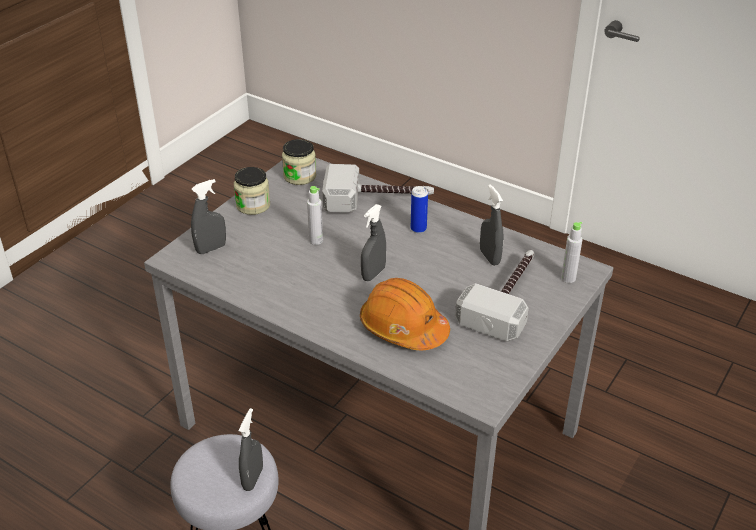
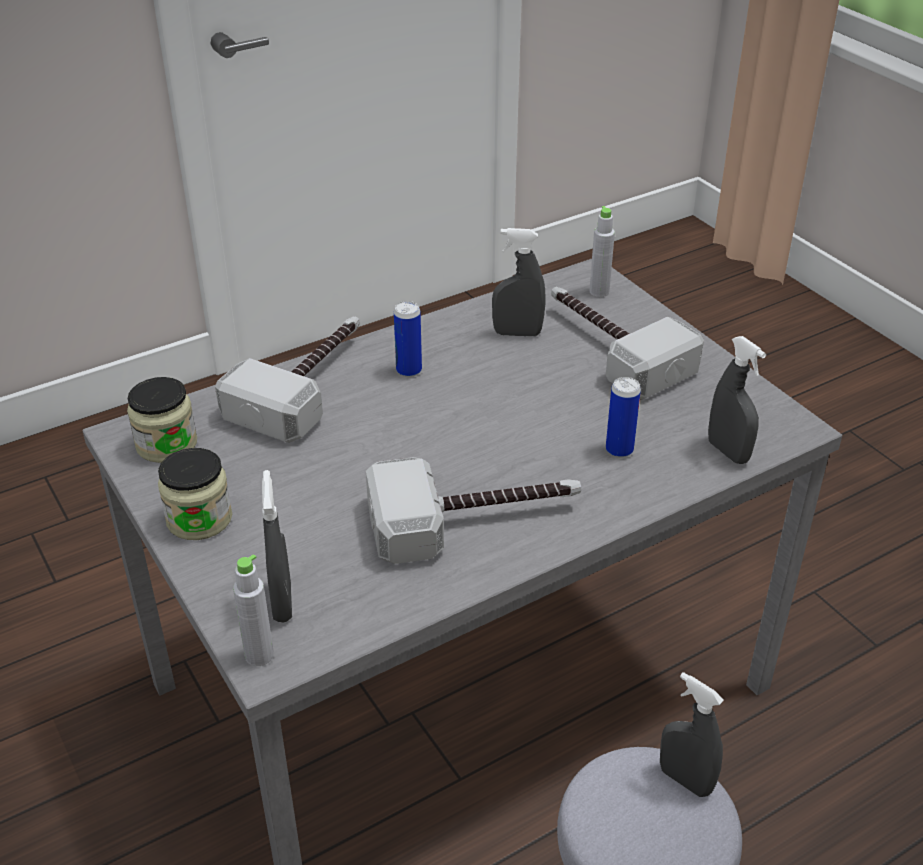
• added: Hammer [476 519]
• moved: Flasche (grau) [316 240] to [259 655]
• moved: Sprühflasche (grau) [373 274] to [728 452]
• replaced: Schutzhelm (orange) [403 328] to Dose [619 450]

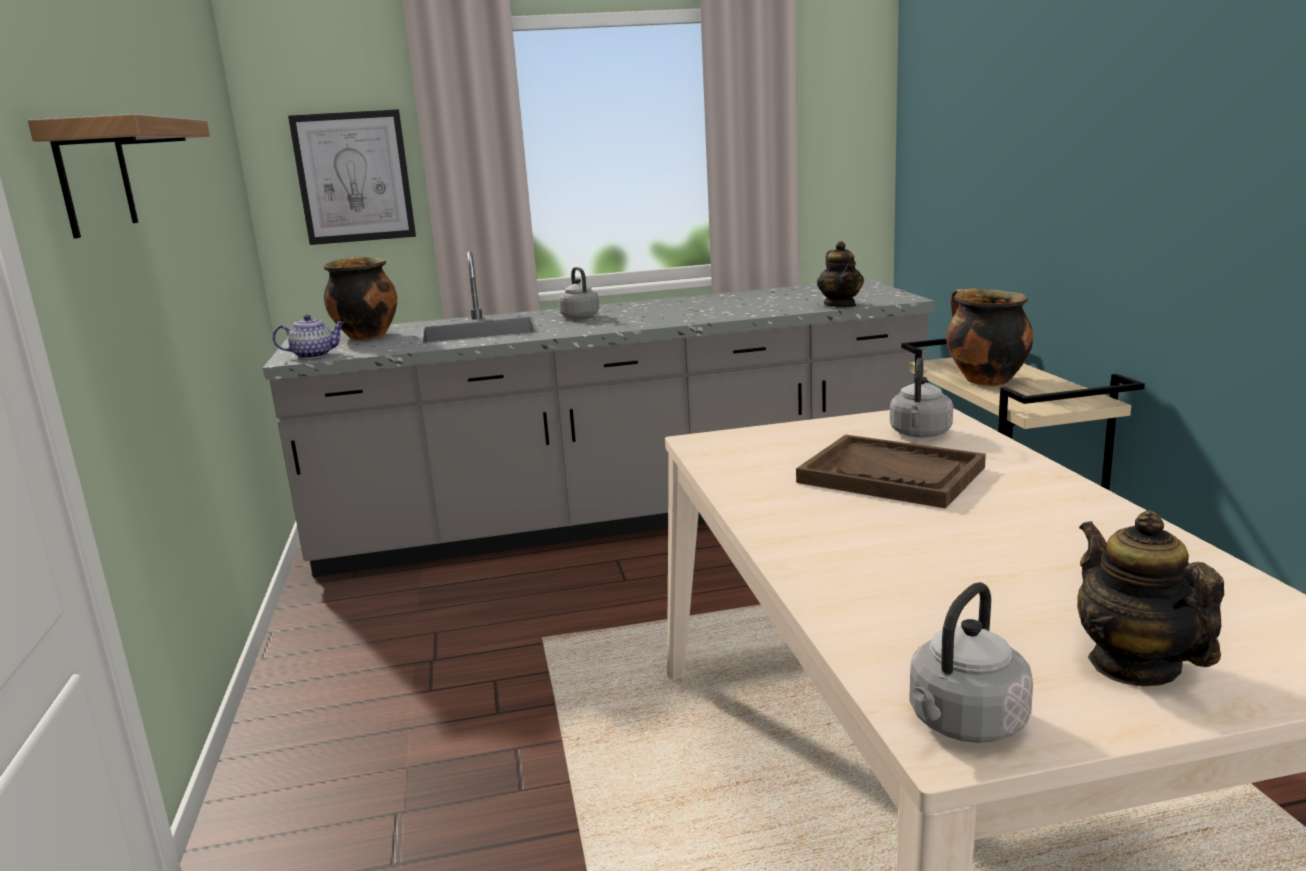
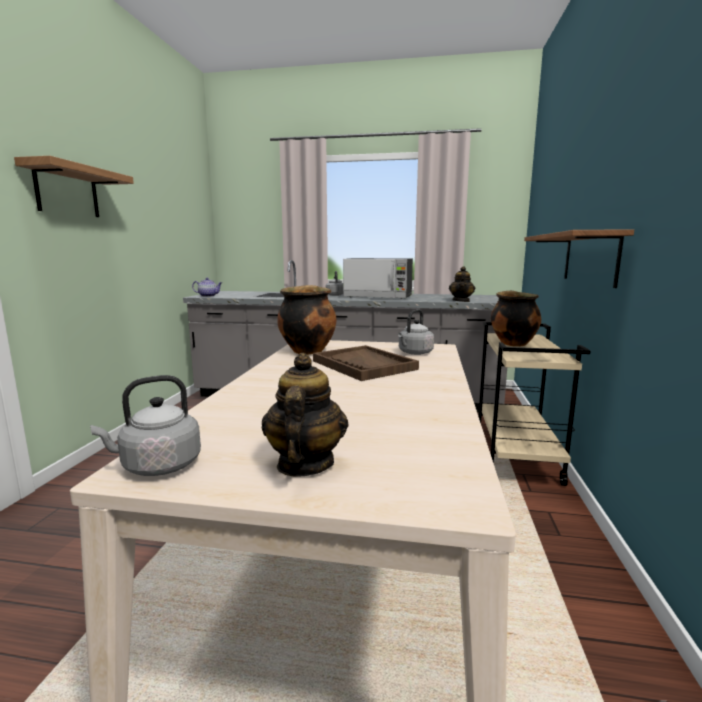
• removed: Bild [354 177]
• added: Mikrowelle [378 297]
• added: Wandregal [590 258]
• moved: Kochtopf [366 336] to [307 351]

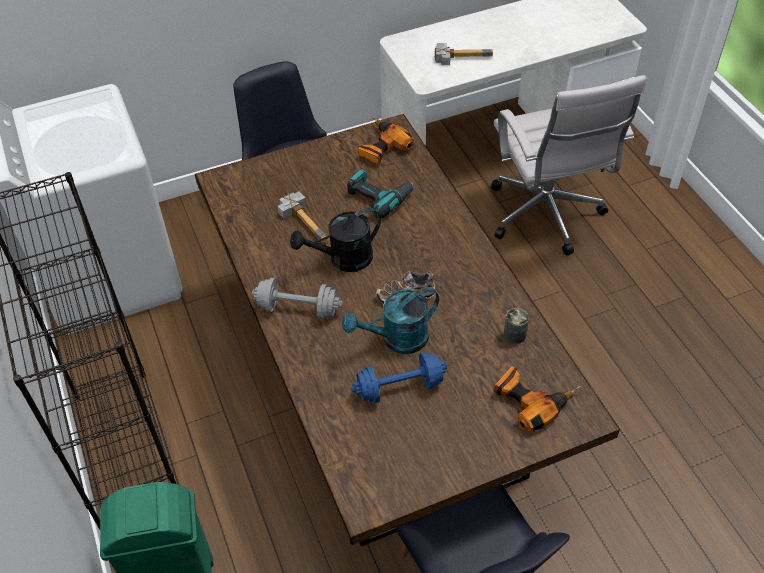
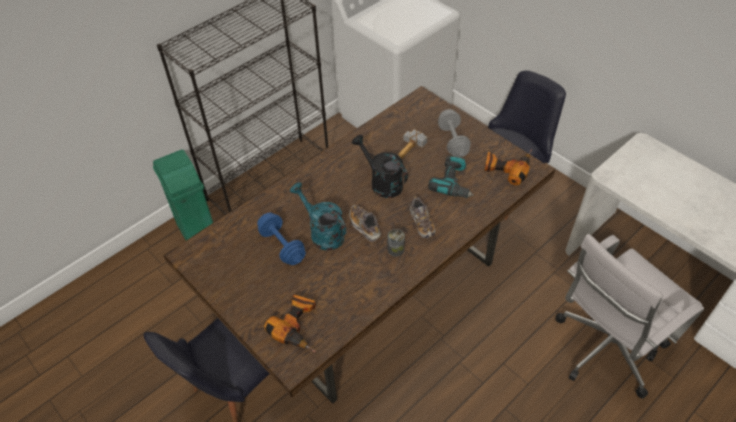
• removed: Hammer [461 55]
• added: Schuh [422 223]
• moved: Hantel (grau) [298 308] to [453 141]
• moved: Dose [514 335] to [395 249]

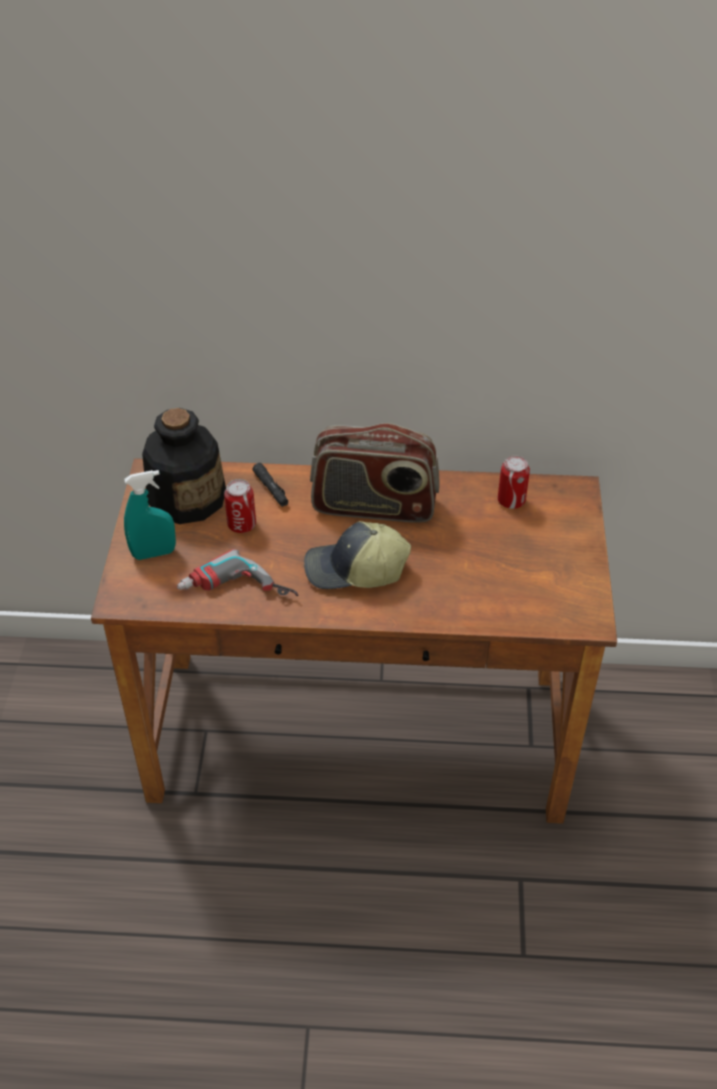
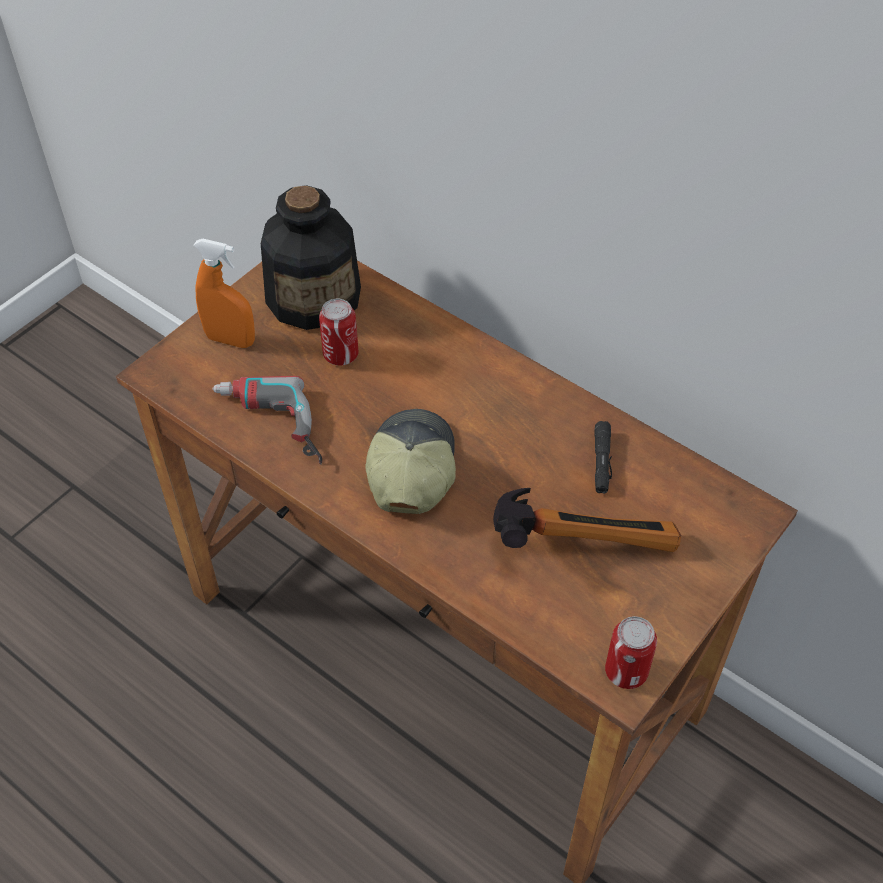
• removed: Radio [374 506]
• added: Hammer [581 537]
• moved: Taschenlampe (schwarz) [271 489] to [602 462]
• moved: Dose [511 501] to [626 671]
• recoloured: Sprühflasche (türkis) [154 553] to Sprühflasche (orange) [230 340]
• turned: Kappe [355 570] = [410 469] 60 degrees clockwise

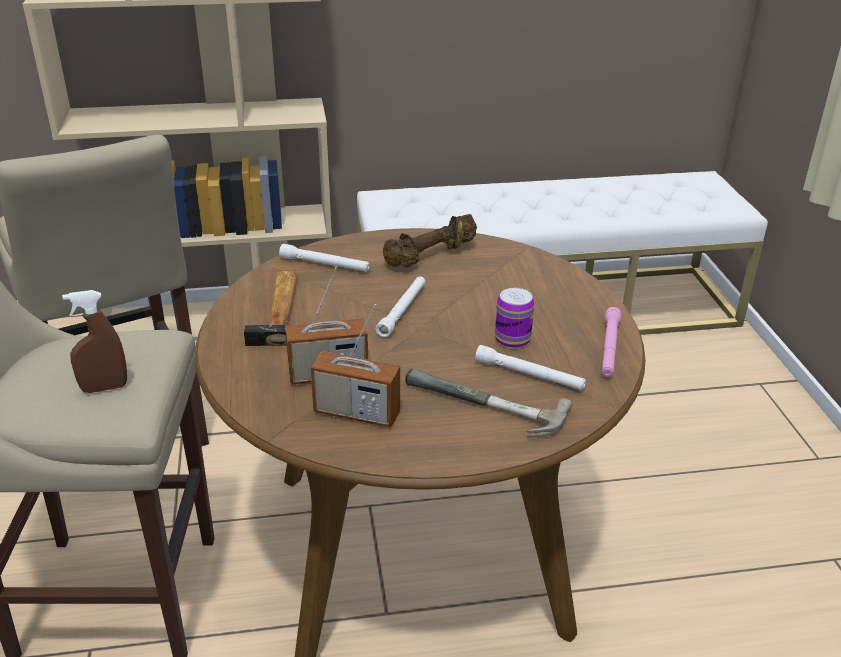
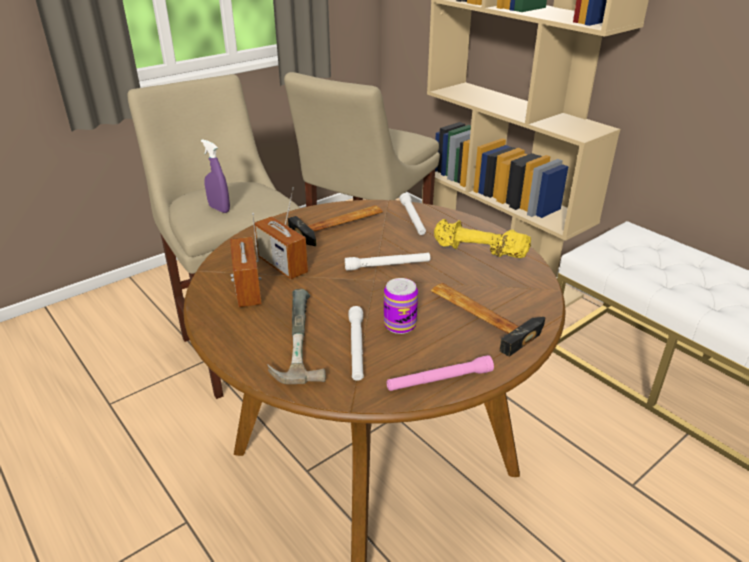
• added: Hammer [481 315]
• recoloured: Sprühflasche (braun) [104 388] to Sprühflasche (lila) [219 209]
• recoloured: Hantel (braun) [431 256] to Hantel (gelb) [478 252]

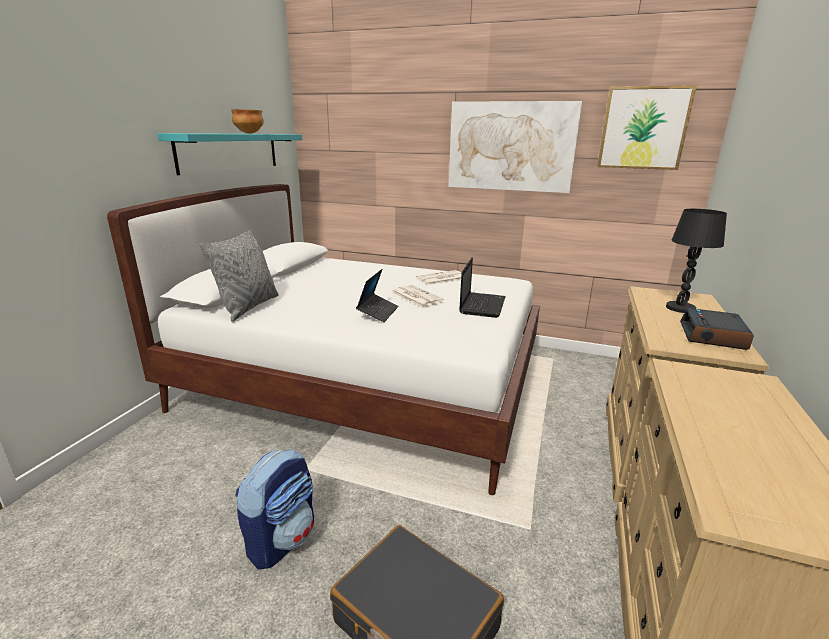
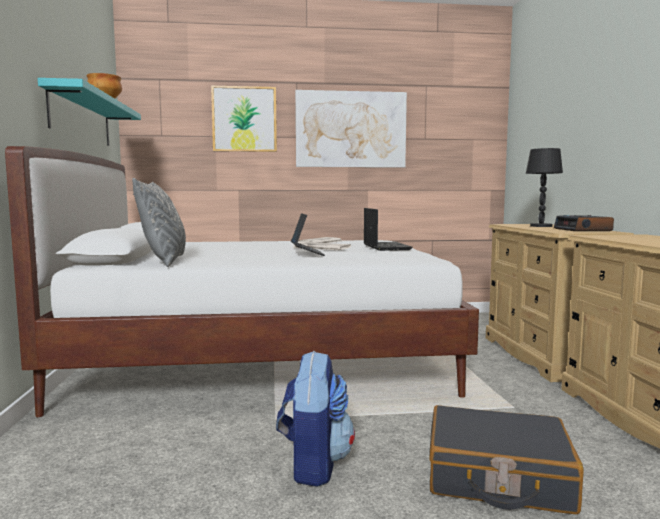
• moved: Bild [643 128] to [244 119]

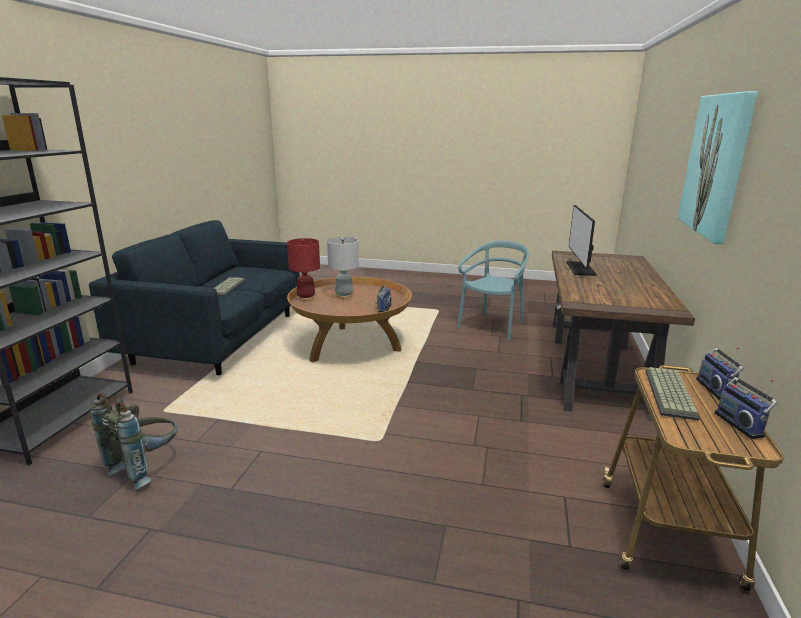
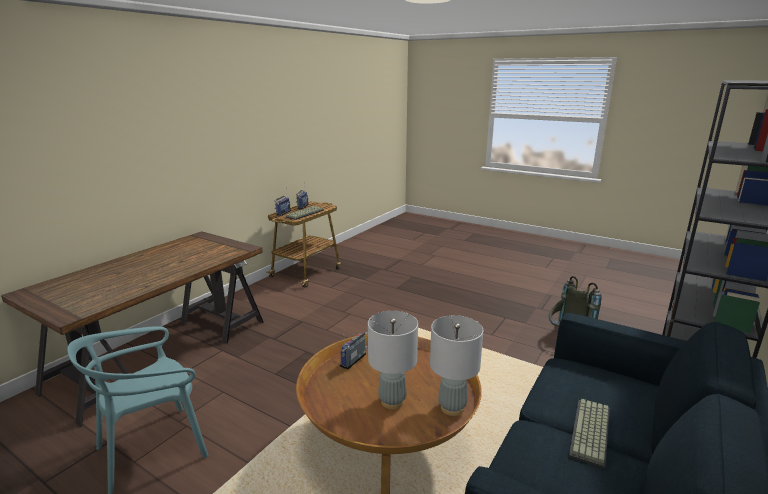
• removed: Monitor [580 269]
• removed: Bild [716 165]
• recoloured: Tischlampe (rot) [306 298] to Tischlampe (grau) [452 408]

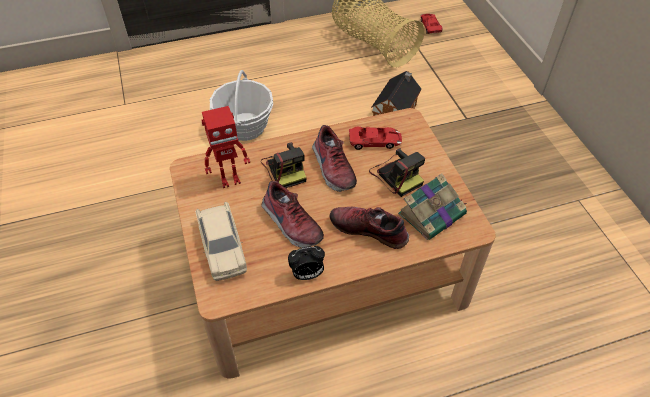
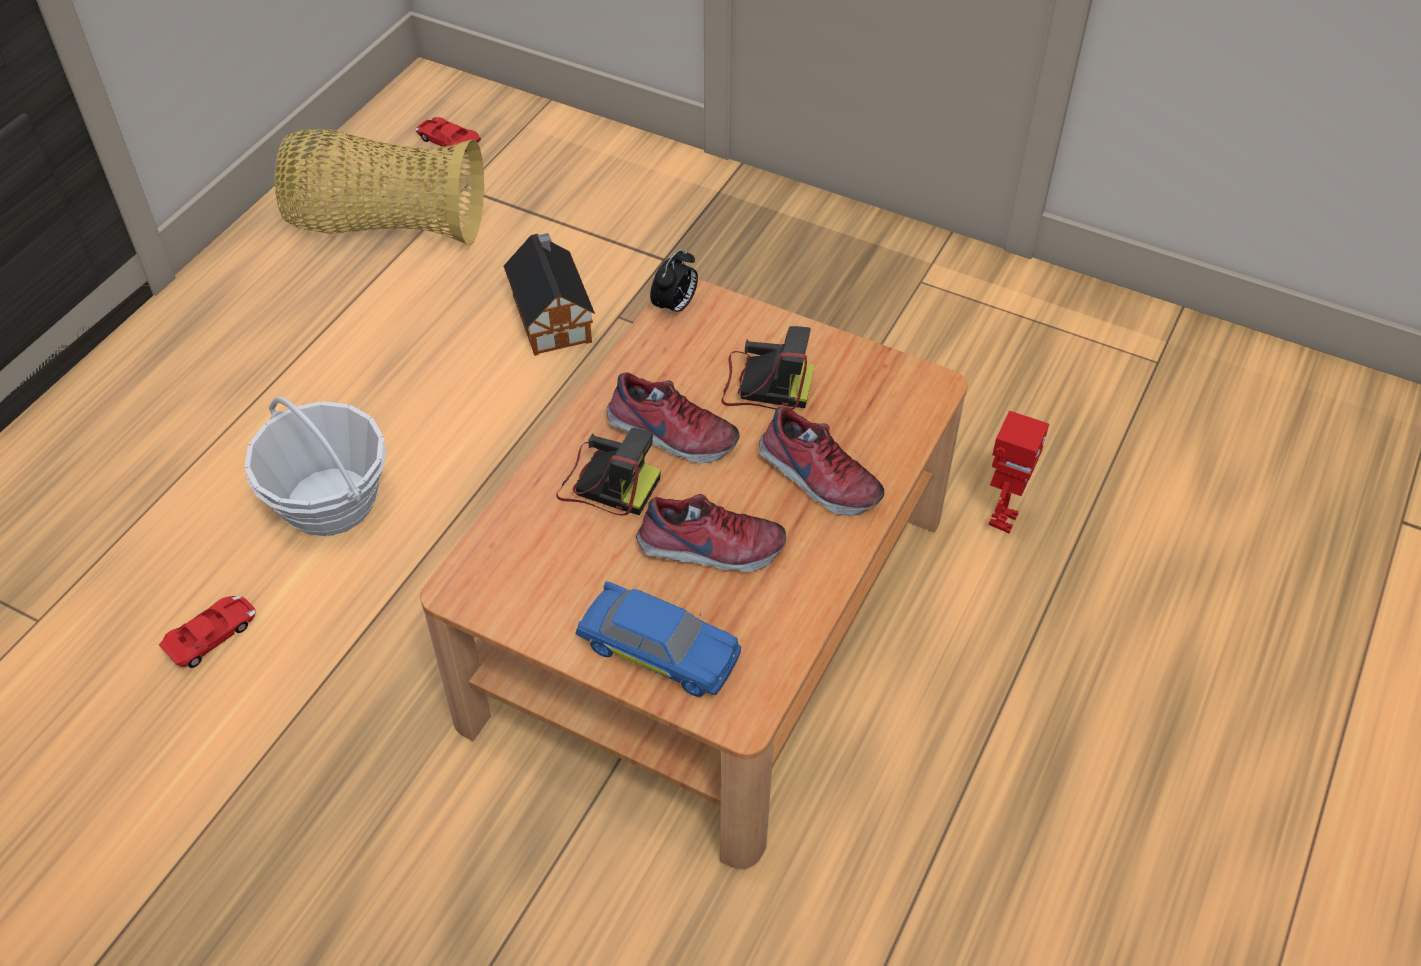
• removed: Buch [433 213]
• moved: Spielzeugroboter [230 180] to [1001 519]
• moved: Wecker [307 274] to [675 307]
• moved: Spielzeugauto (rot) [375 141] to [212 635]
• recoloured: Spielzeugauto (beige) [222 246] to Spielzeugauto (blau) [658 650]
• turned: Schuh [369 229] = [816 479] 120 degrees counterclockwise

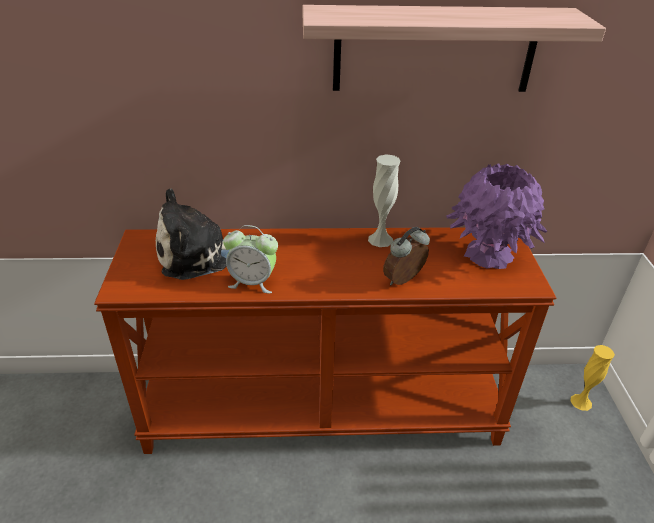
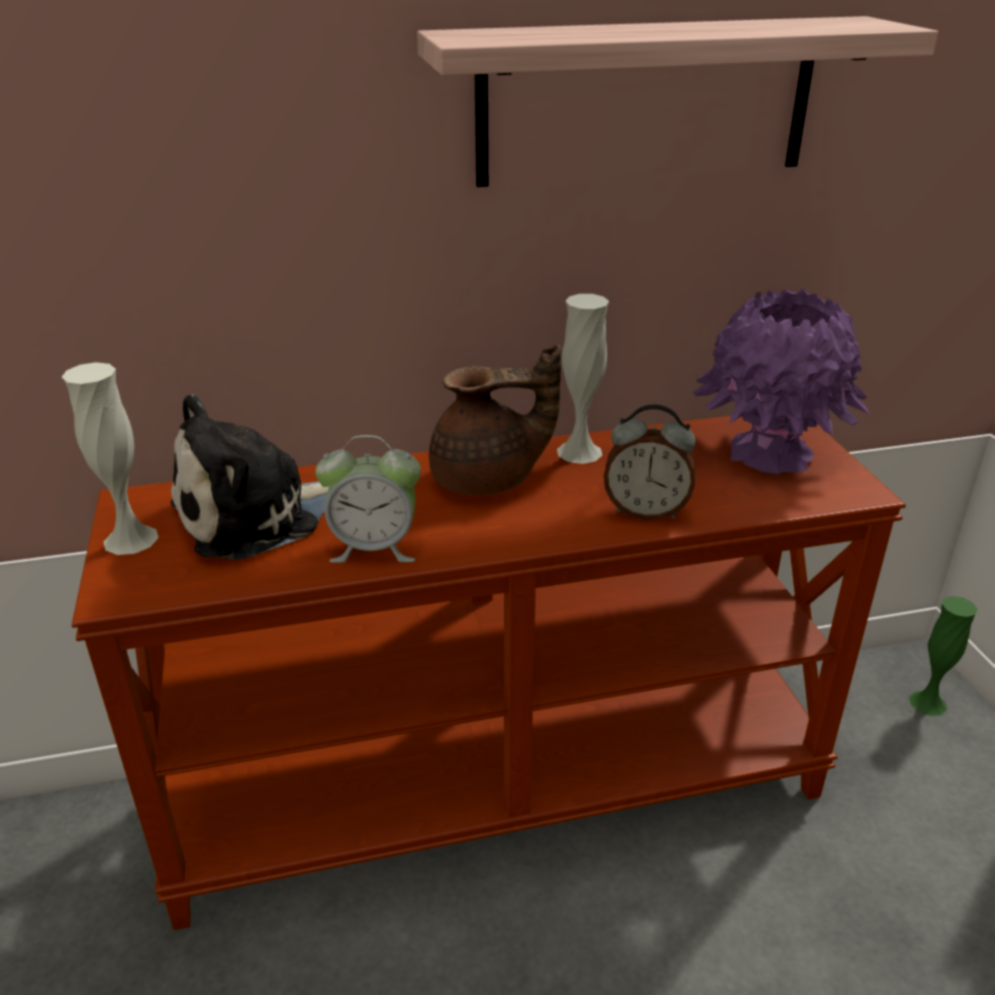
• added: Vase (weiß) [131 539]
• added: Teekanne (braun) [488 480]
• recoloured: Vase (gelb) [581 402] to Vase (grün) [927 703]
• turned: Wecker [404 281] = [646 511] 120 degrees counterclockwise

